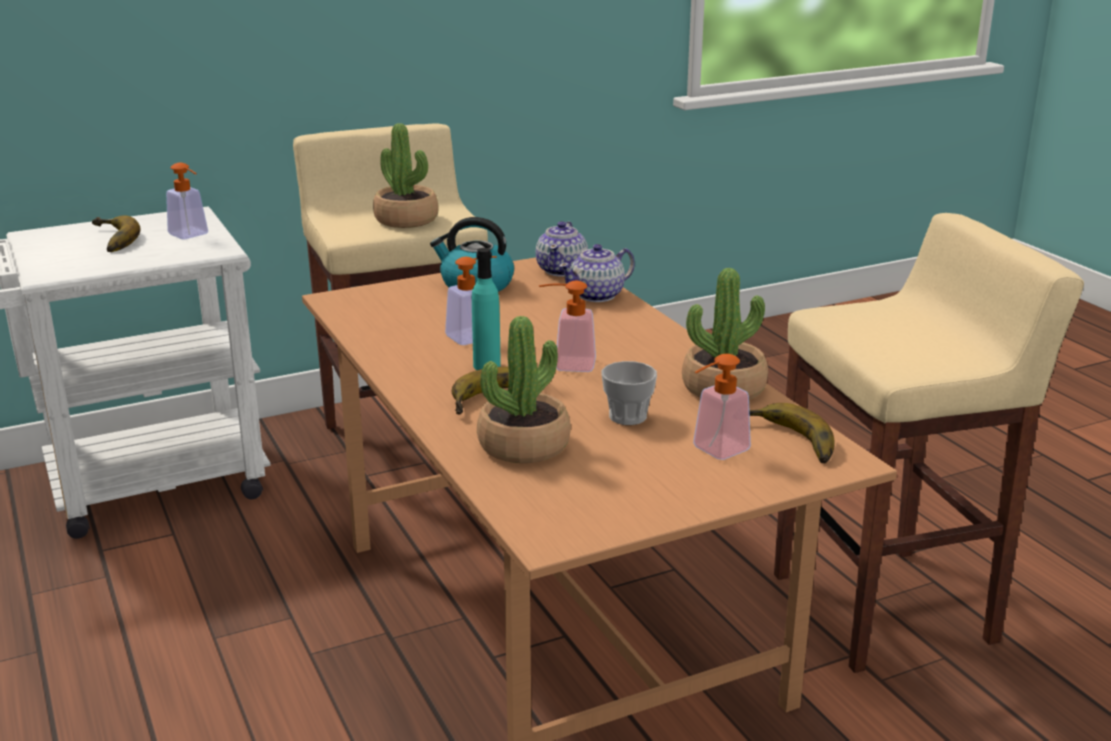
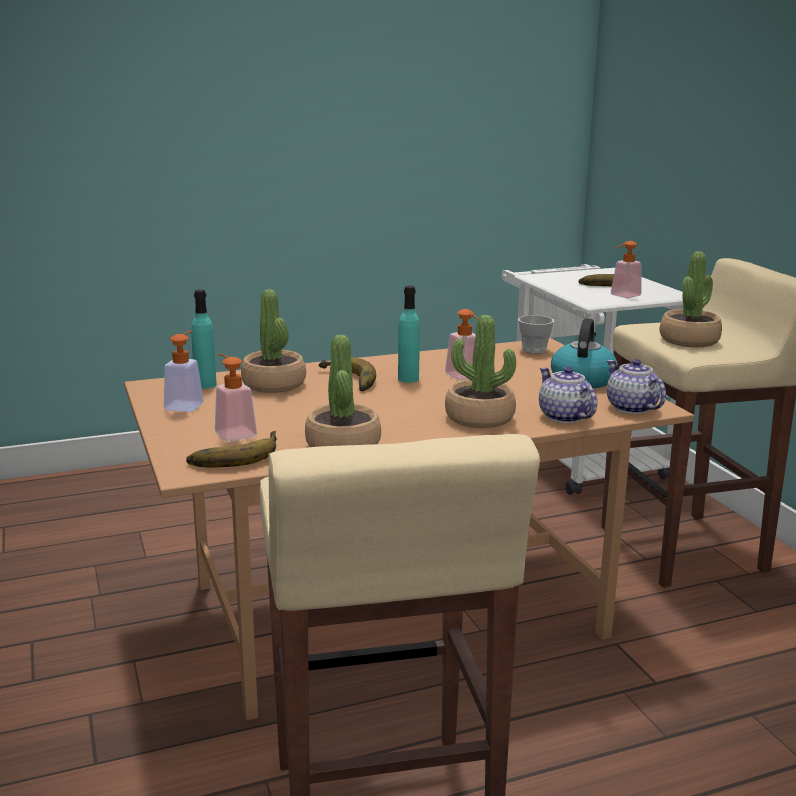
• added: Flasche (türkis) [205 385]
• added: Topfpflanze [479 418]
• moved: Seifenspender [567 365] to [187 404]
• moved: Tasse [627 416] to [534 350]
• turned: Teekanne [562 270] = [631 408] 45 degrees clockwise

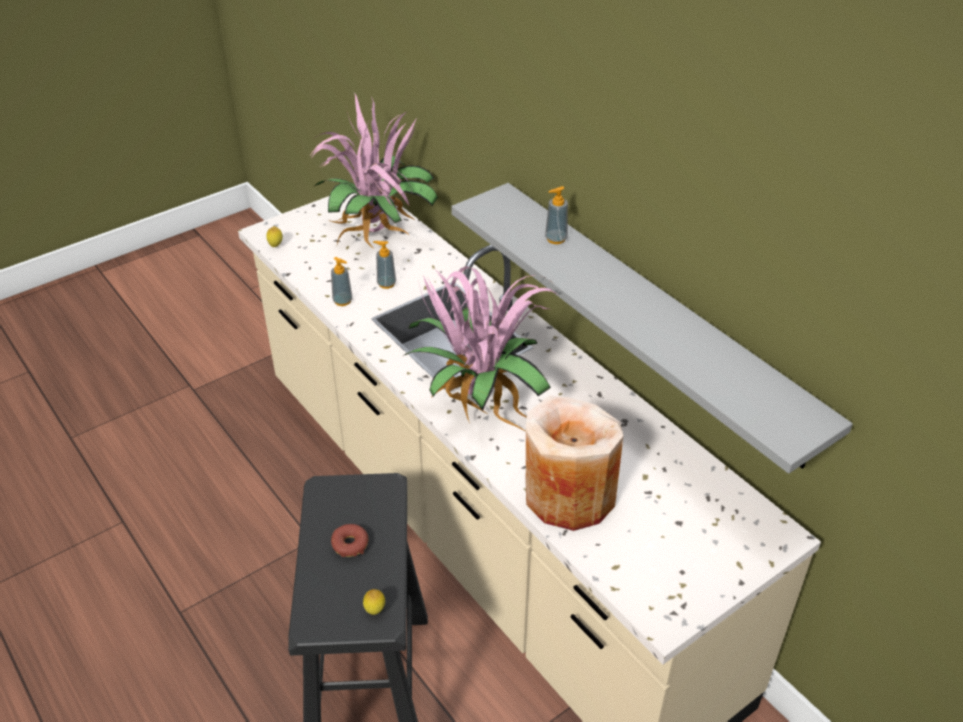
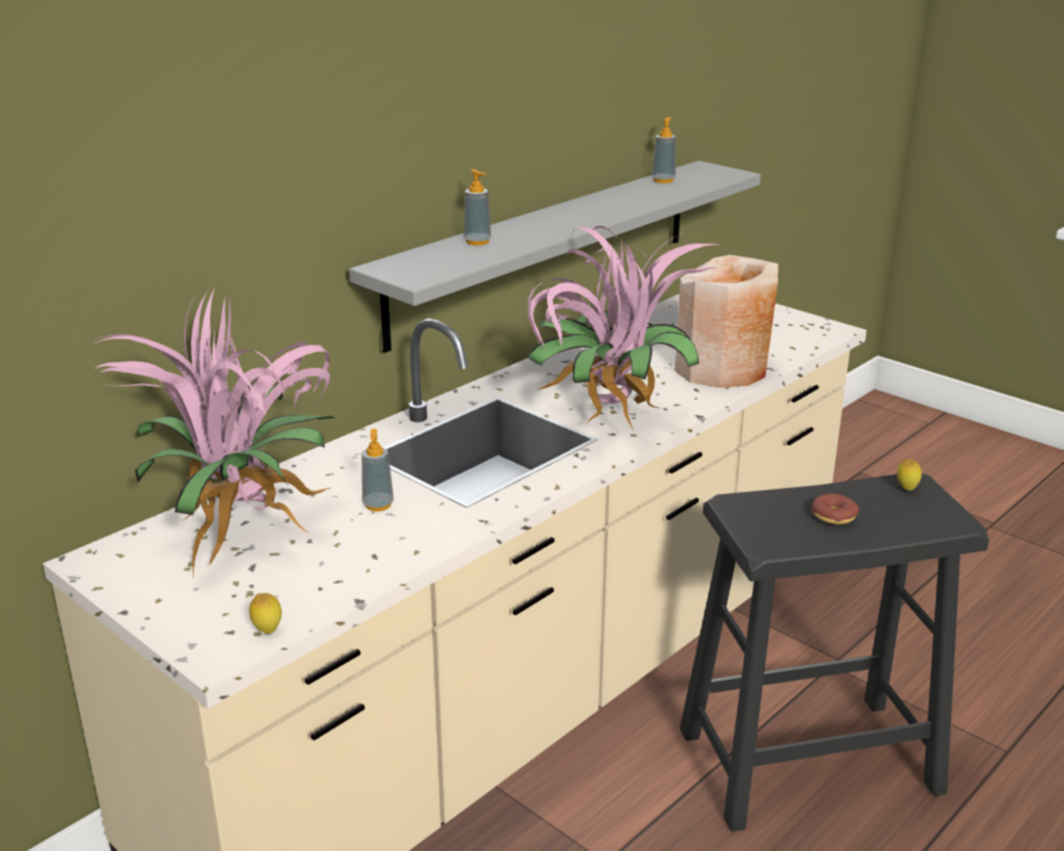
• moved: Seifenspender [343 301] to [663 180]

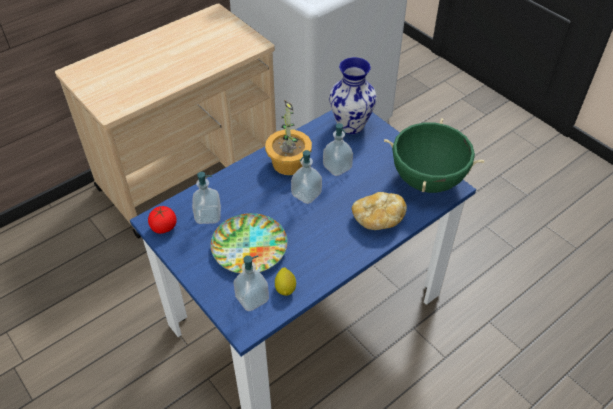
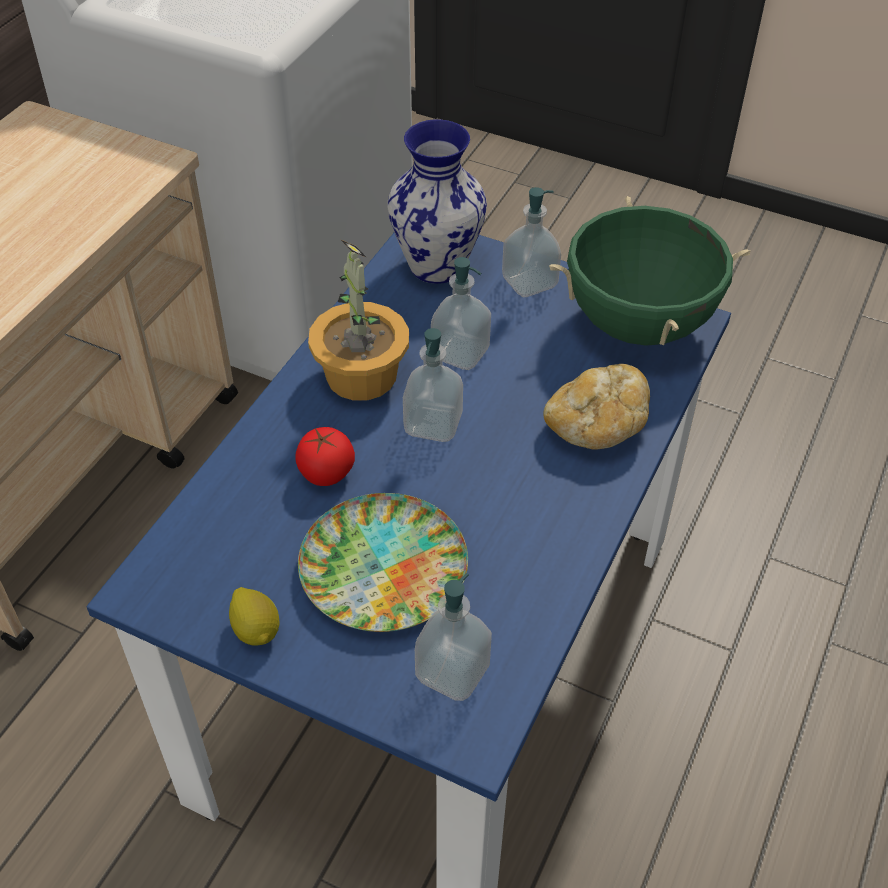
• moved: Tomate [164 227] to [326 472]
• moved: Seifenspender [208 216] to [529 282]
• moved: Zitrone [285 288] to [256 629]

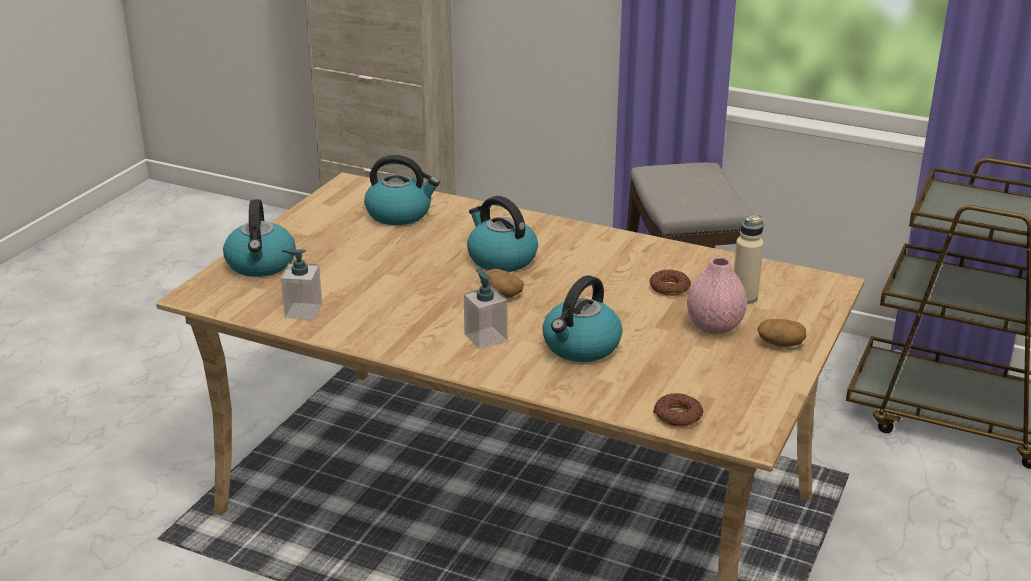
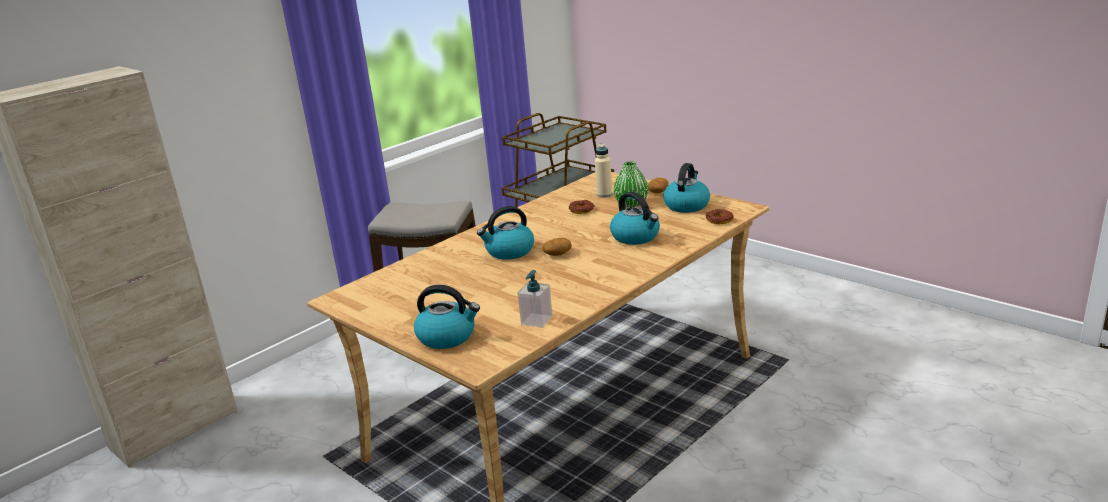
• removed: Seifenspender [485 337]
• moved: Wasserkessel [400 214] to [686 205]
• recoloured: Vase (rosa) [714 326] to Vase (grün) [631 204]

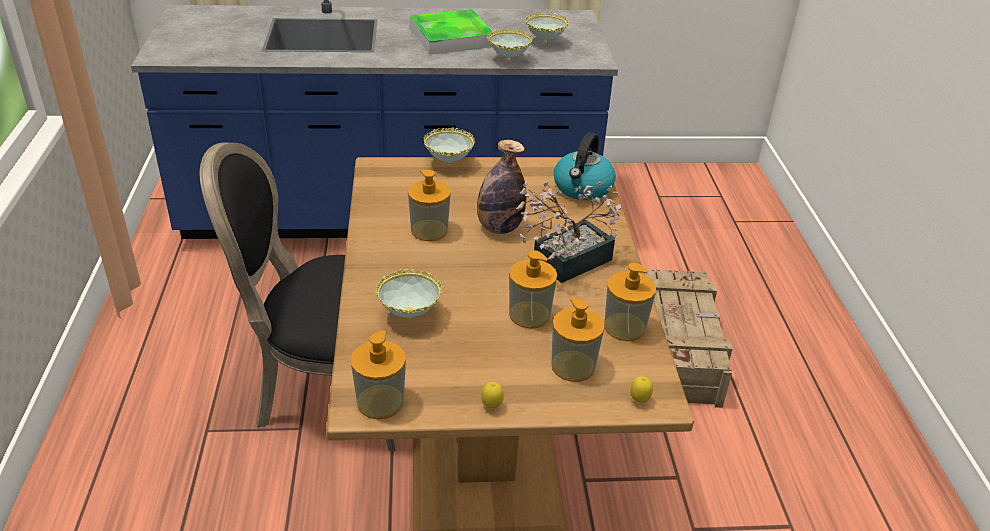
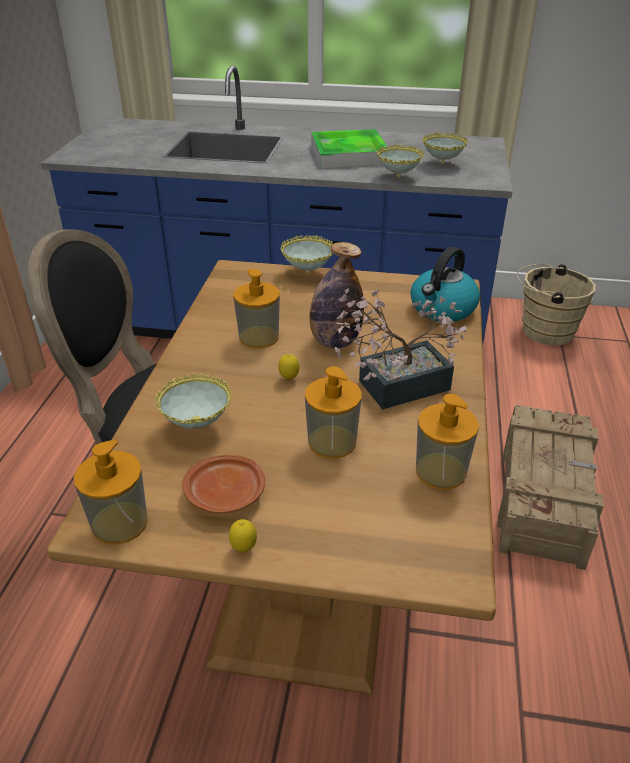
• removed: Seifenspender [573 366]
• added: Teller (braun) [226 494]
• added: Eimer (beige) [543 330]
• moved: Zitrone [639 401] to [289 379]

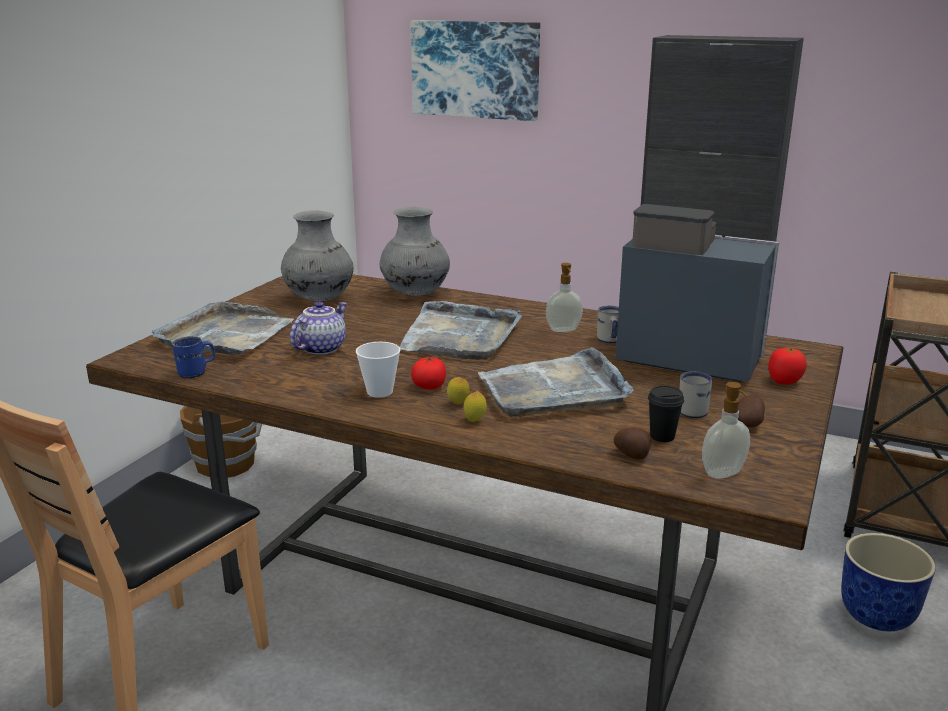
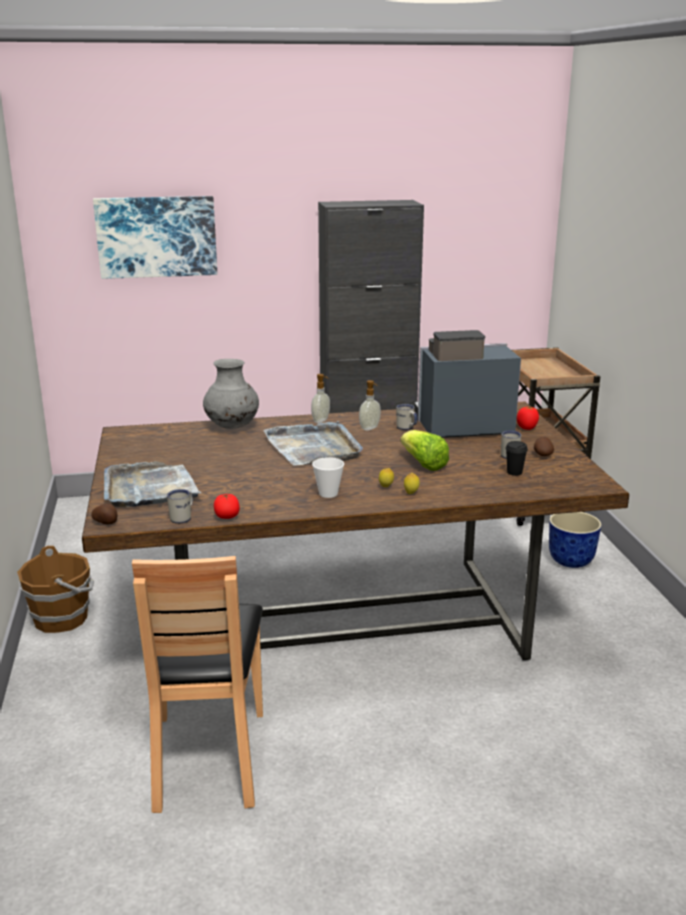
• removed: Vase (grau) [319 299]
• removed: Teekanne [320 348]
• moved: Tomate [429 387] to [227 516]
• moved: Kartoffel [632 455] to [106 522]
• moved: Seifenspender [724 474] to [321 421]
• replaced: Tablett (grau) [554 389] to Salatkopf [423 464]
• recoloured: Henkelbecher (blau) [197 372] to Henkelbecher (weiß) [183 517]

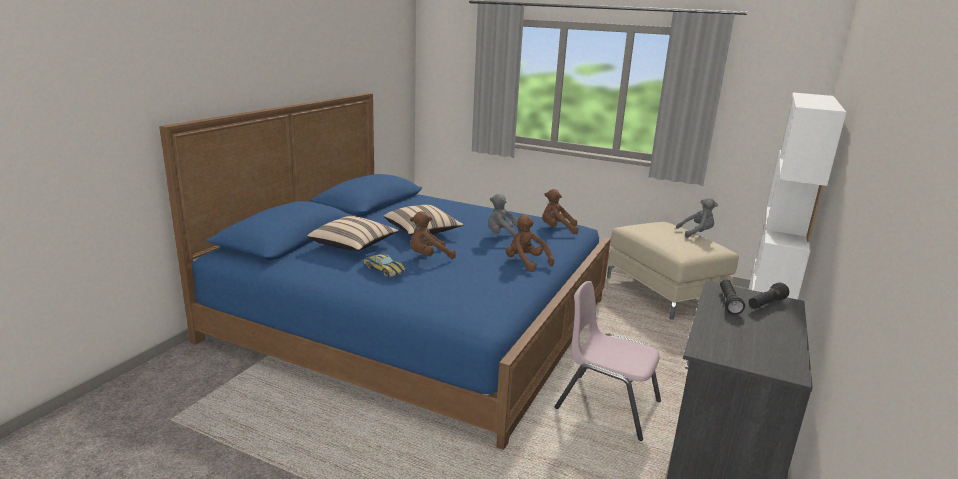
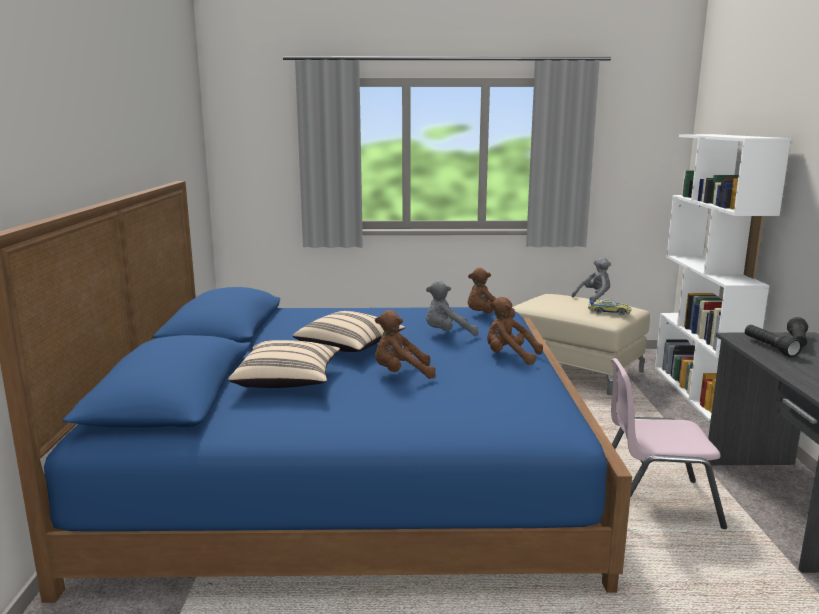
• moved: Spielzeugauto [384 270] to [609 312]
• turned: Plüschtier (braun) [428 257] = [401 374] 45 degrees clockwise

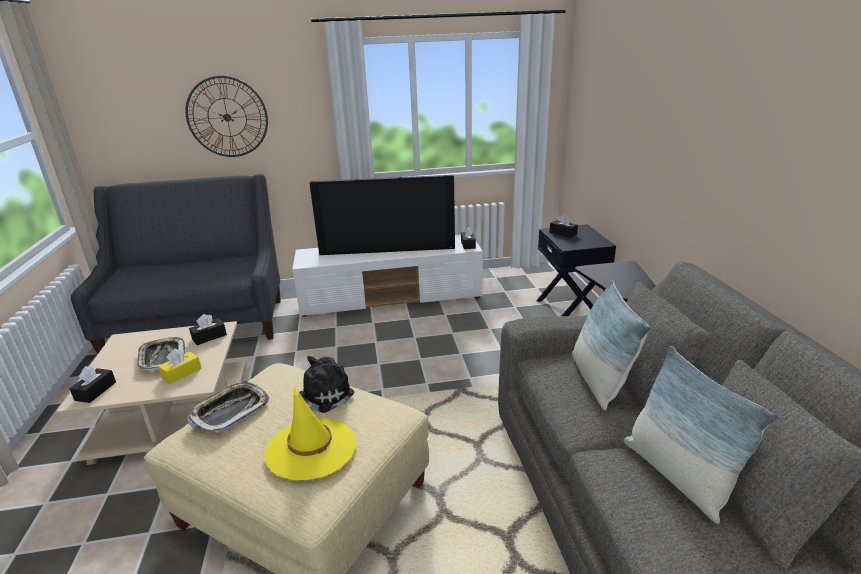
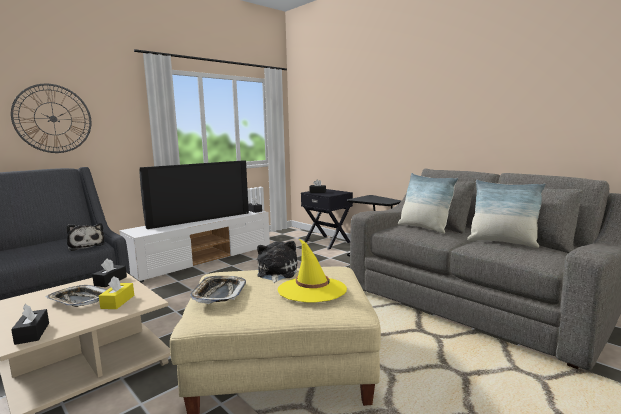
• added: Plüschtier [86 246]

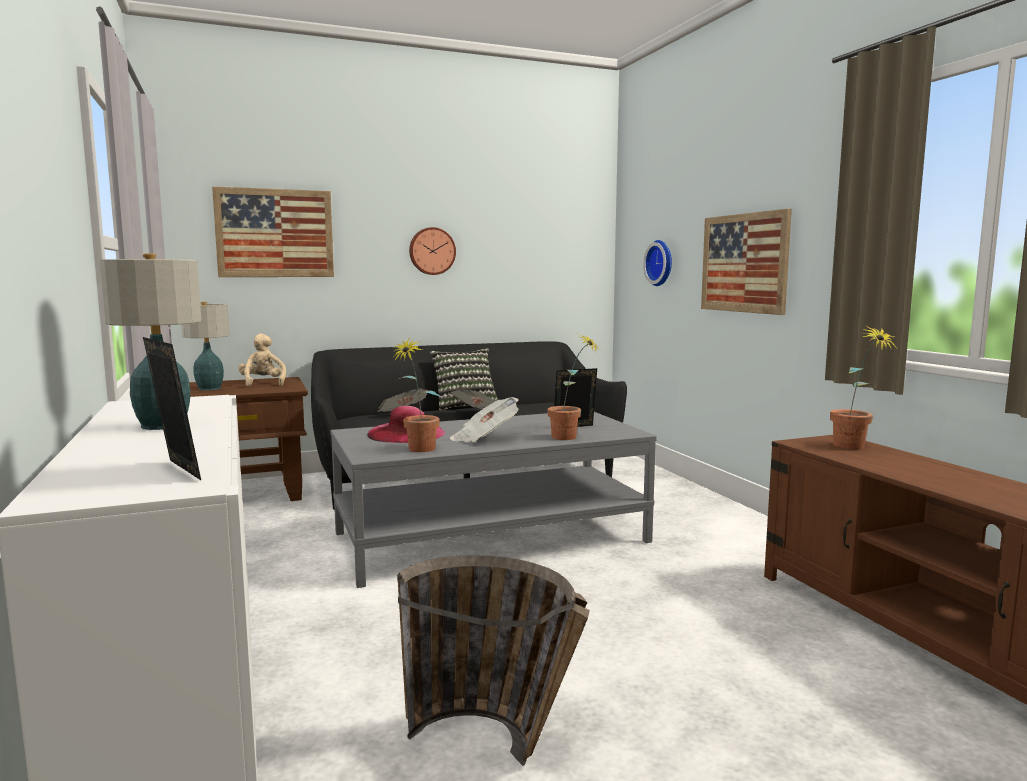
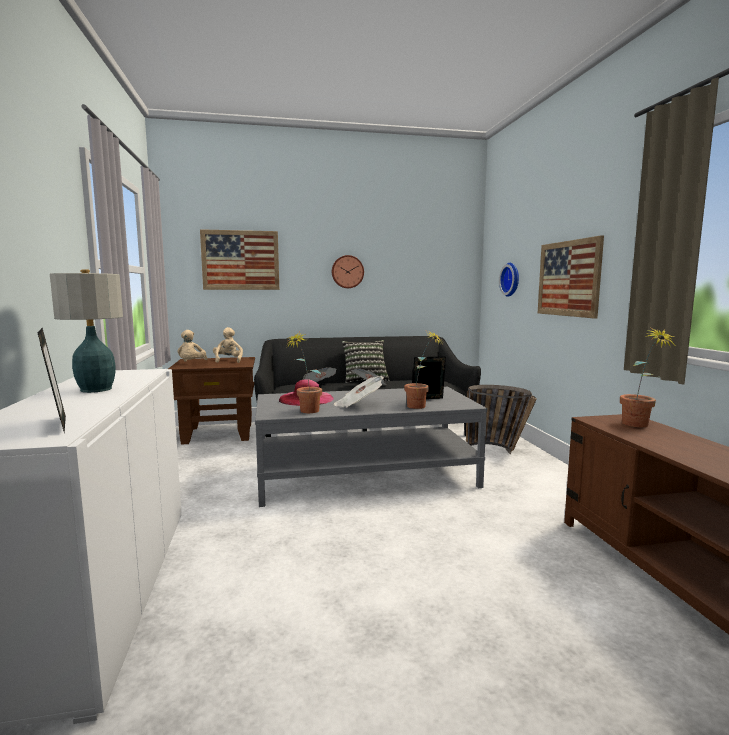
• moved: Korb [498 745] to [499 450]
• replaced: Tischlampe [209 389] to Plüschtier (beige) [192 363]

